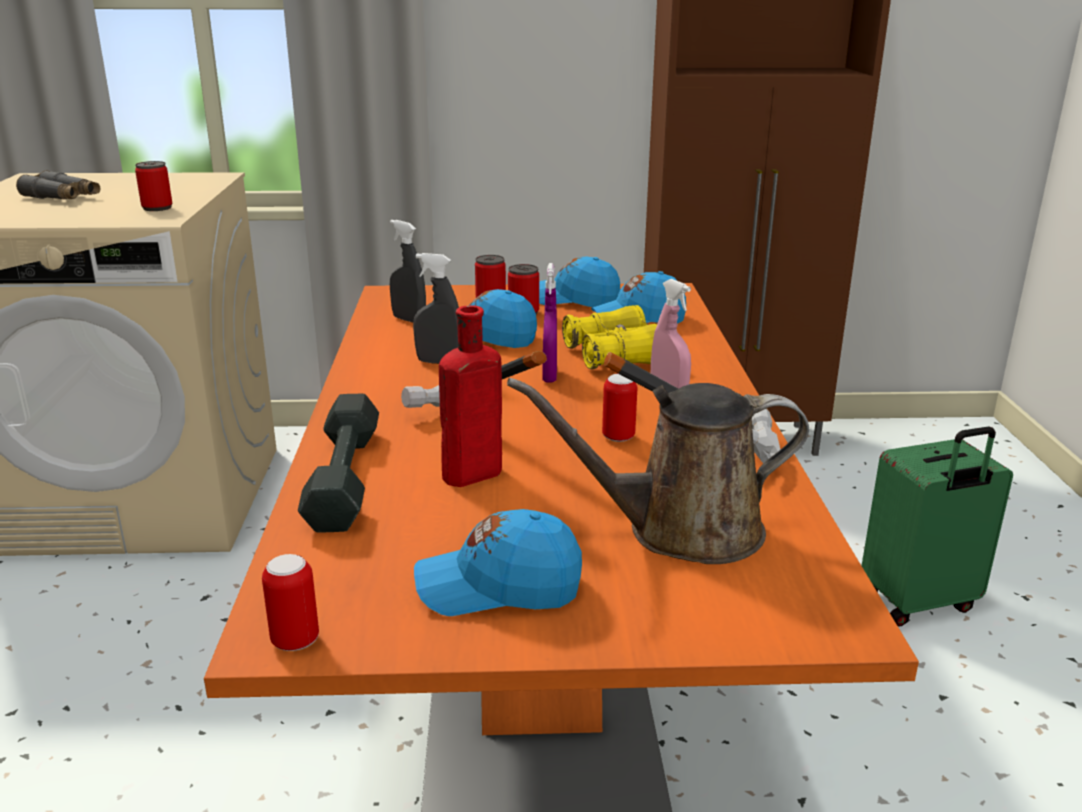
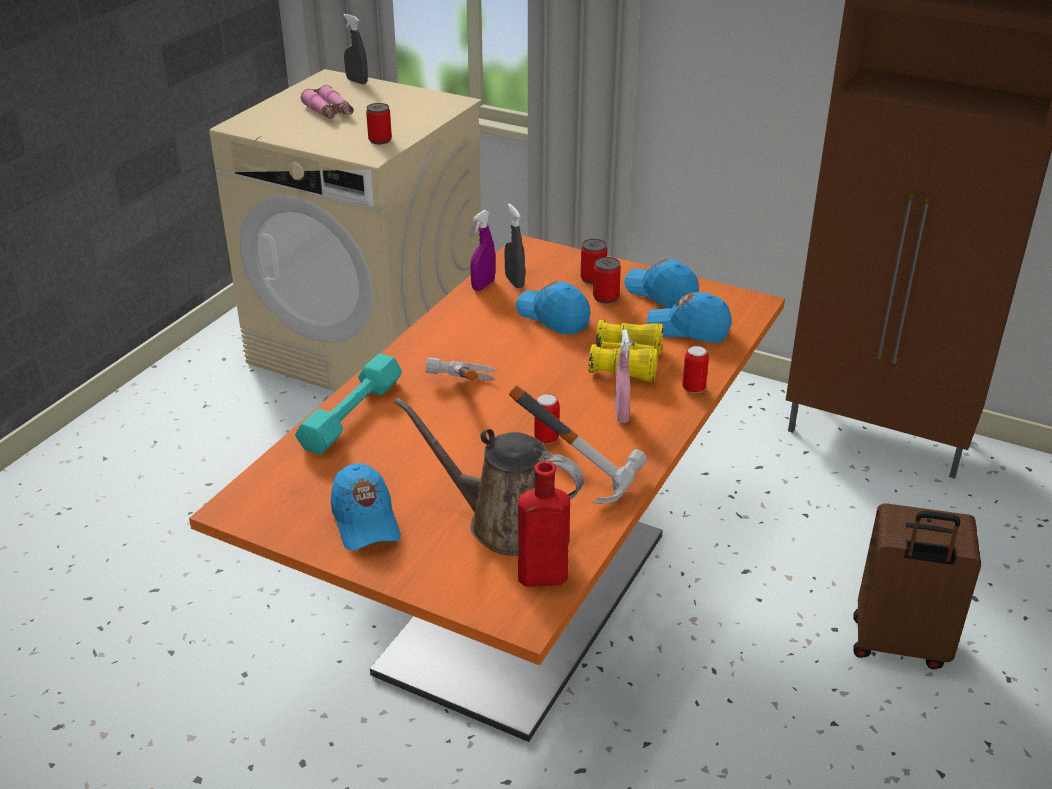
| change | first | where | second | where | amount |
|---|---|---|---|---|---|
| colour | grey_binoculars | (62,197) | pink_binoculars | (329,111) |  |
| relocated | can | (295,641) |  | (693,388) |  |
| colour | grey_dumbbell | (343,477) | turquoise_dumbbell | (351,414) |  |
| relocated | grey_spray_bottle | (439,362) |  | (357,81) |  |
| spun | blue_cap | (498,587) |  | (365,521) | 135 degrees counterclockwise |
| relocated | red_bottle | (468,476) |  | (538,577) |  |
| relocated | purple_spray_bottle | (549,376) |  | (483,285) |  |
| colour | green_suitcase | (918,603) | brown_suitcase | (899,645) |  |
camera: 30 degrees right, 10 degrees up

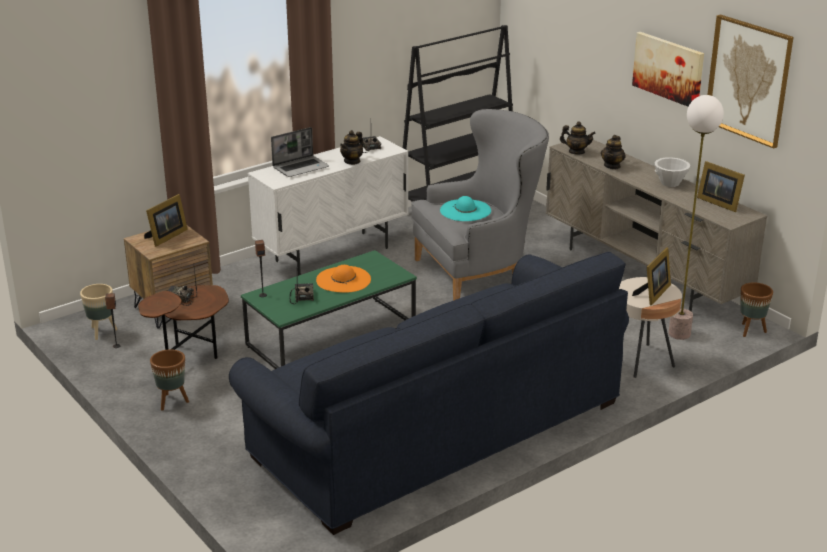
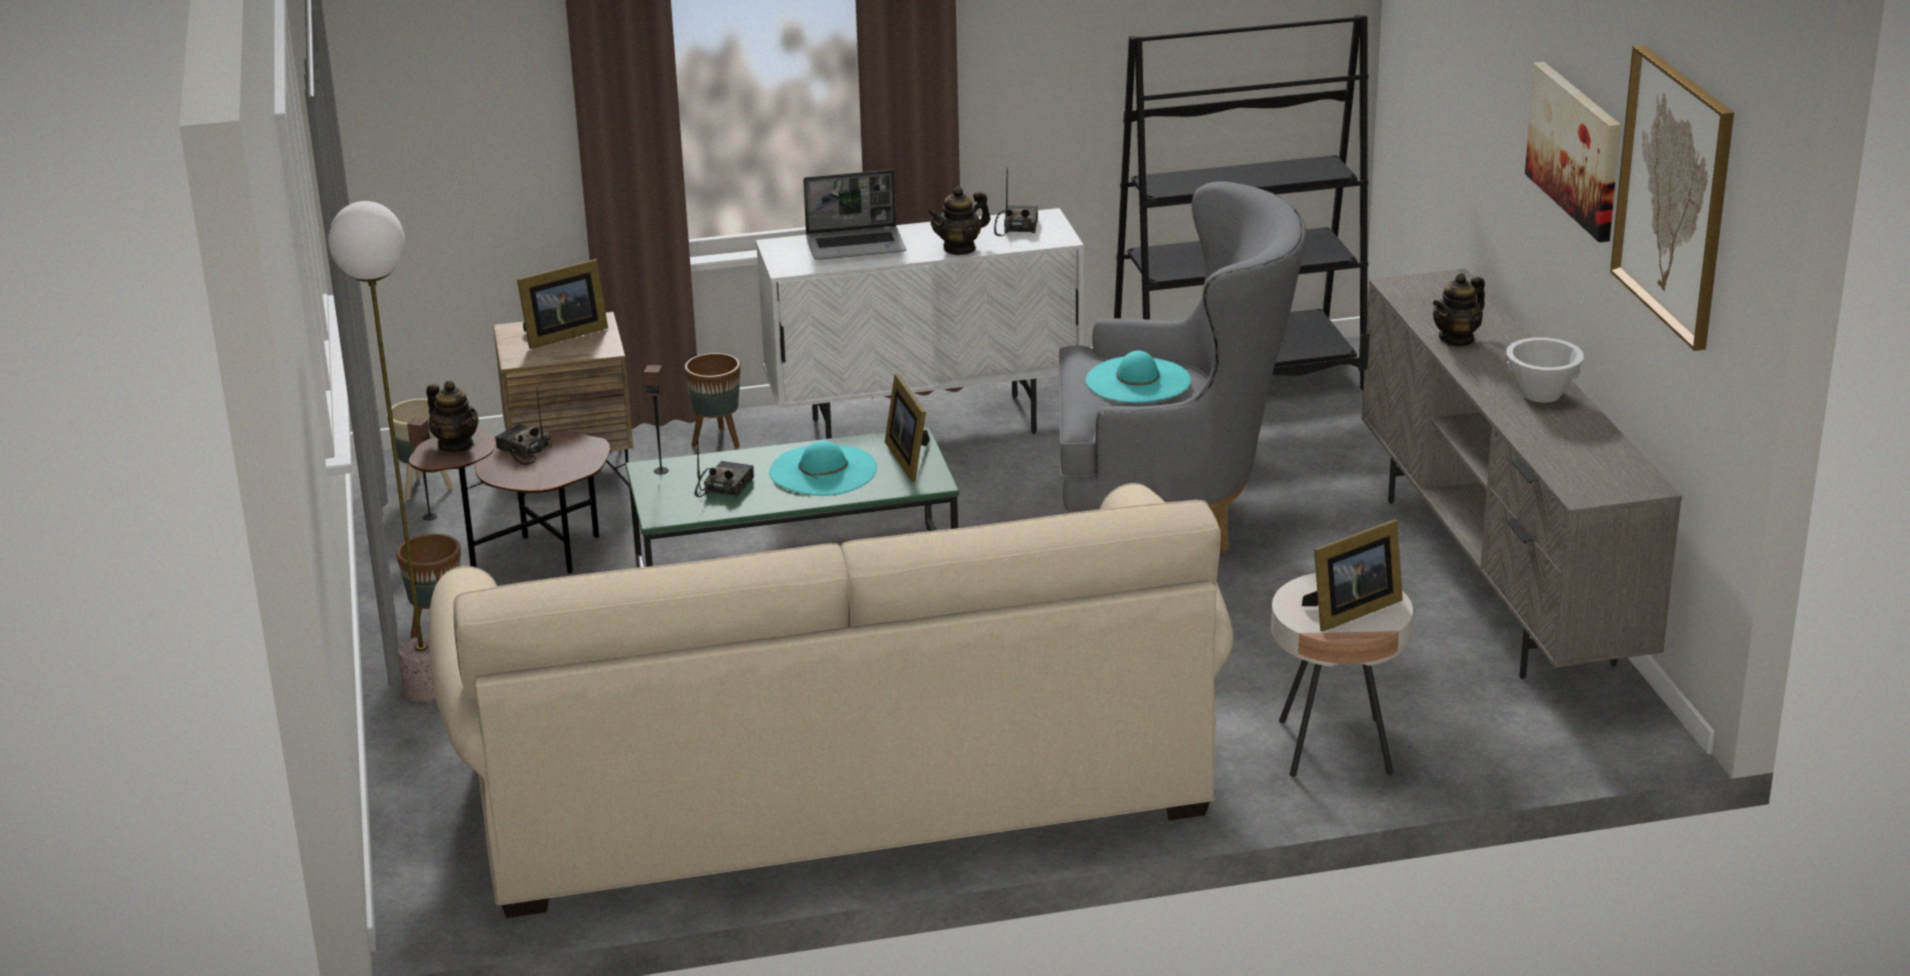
| change | first | where | second | where | amount |
|---|---|---|---|---|---|
| colour | blue_sofa | (437,429) | beige_sofa | (836,783) |  |
| colour | orange_hat | (343,279) | turquoise_hat | (823,470) |  |
| relocated | teapot | (576,152) |  | (456,445) |  |
| relocated | floor_lamp | (679,334) |  | (426,690) |  |
| relocated | picture_frame | (718,202) |  | (910,458) |  |
| relocated | brown_planter | (751,331) |  | (718,440) |  |
camera: 25 degrees right, 0 degrees up

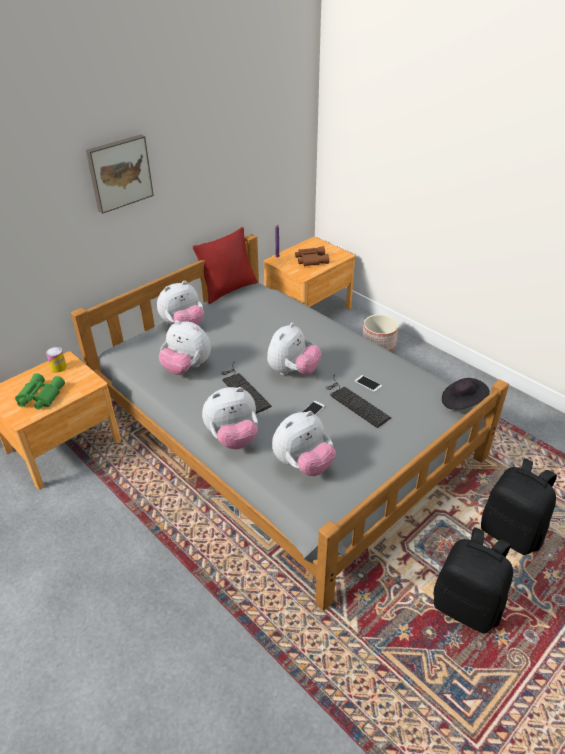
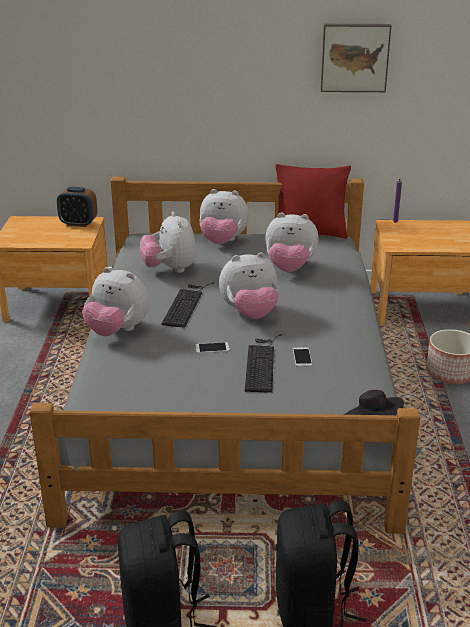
| change | first | where | second | where | amount |
|---|---|---|---|---|---|
| missing | green_binoculars | (39,396) |  |  |  |
| exchanged | can | (58,367) | alarm_clock | (78,223) |  |
| relocated | picture | (119,173) |  | (354,57) |  |
| relocated | plush_toy | (303,464) |  | (290,268) |  |
| missing | brown_binoculars | (310,260) |  |  |  |
camera: 45 degrees right, 10 degrees down

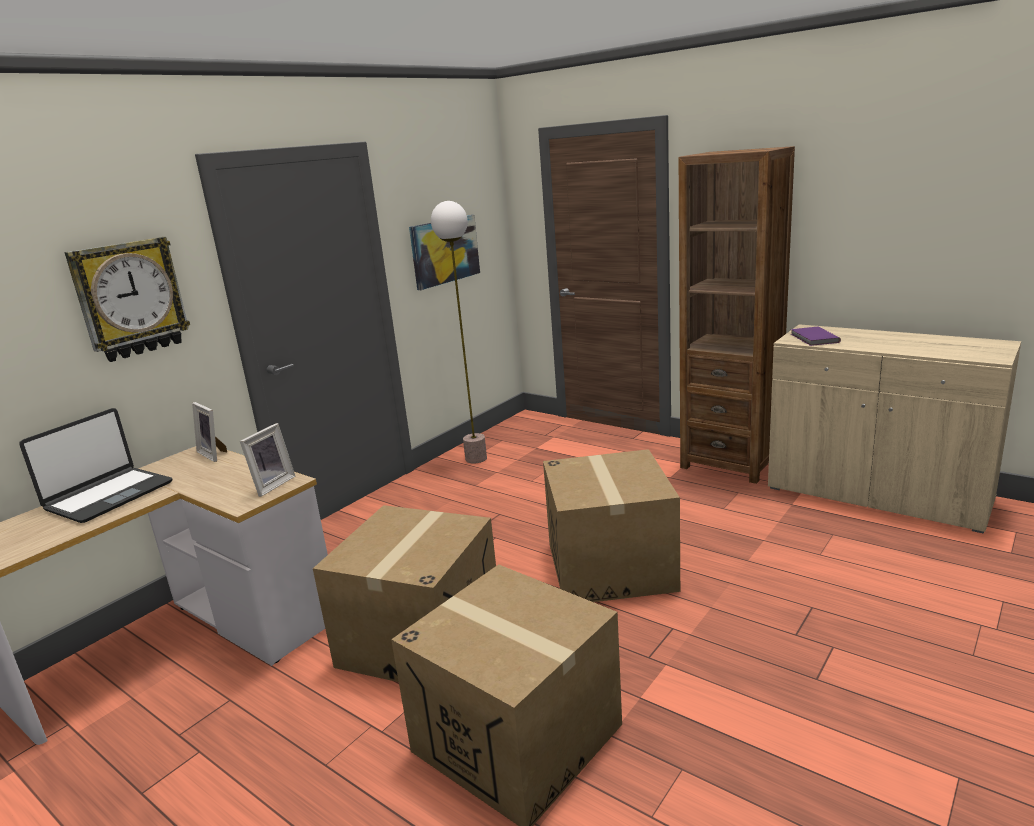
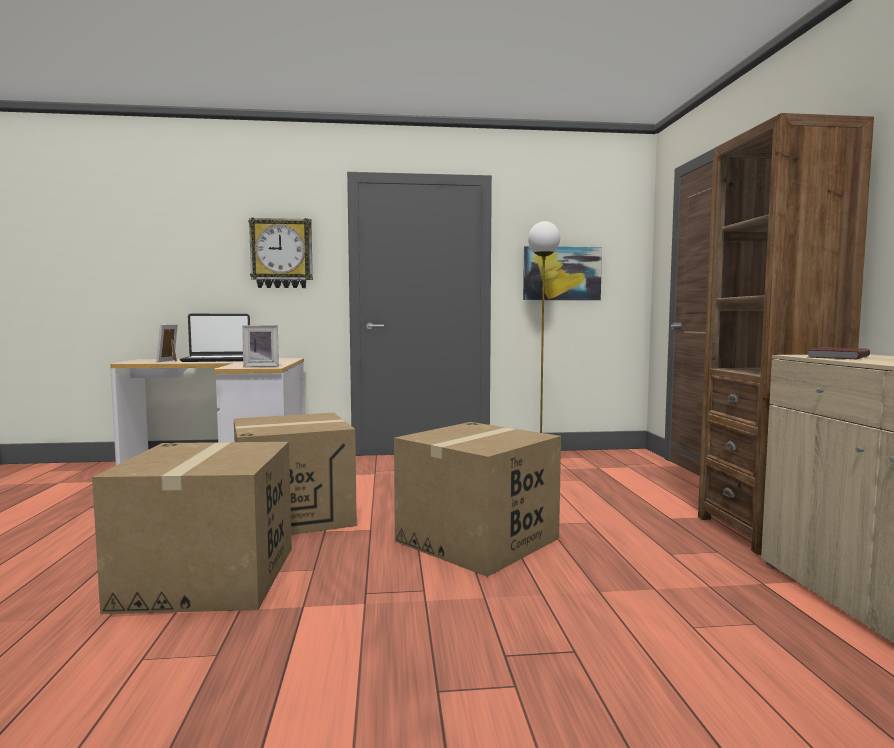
| change | first | where | second | where | amount |
|---|---|---|---|---|---|
| relocated | picture_frame | (214,454) |  | (171,361) |  |
| colour | purple_book | (813,338) | brown_book | (836,356) |  |
camera: 45 degrees right, 15 degrees down

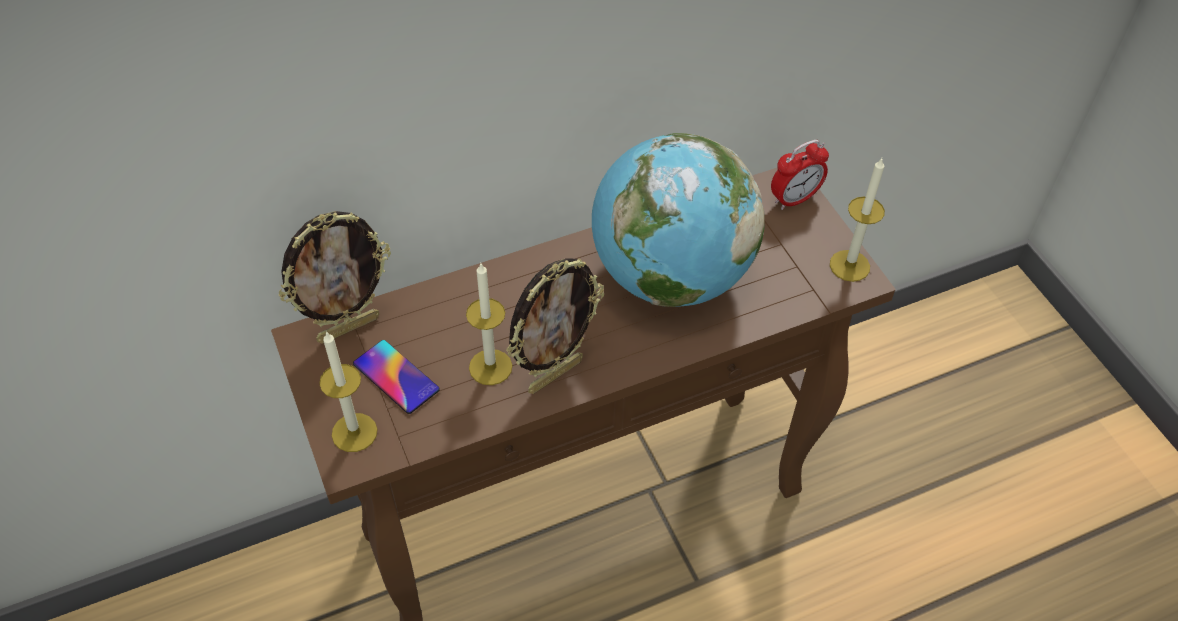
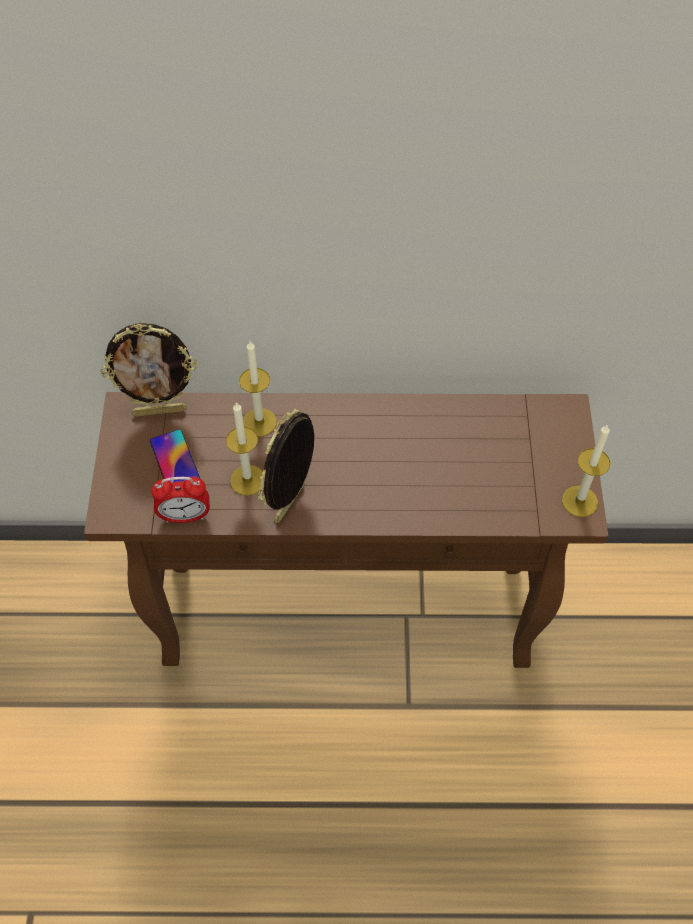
| change | first | where | second | where | amount |
|---|---|---|---|---|---|
| relocated | candle | (354,432) |  | (259,422) |  |
| spun | picture_frame | (554,374) |  | (292,504) | 135 degrees clockwise |
| missing | globe | (670,276) |  |  |  |
| relocated | alarm_clock | (794,199) |  | (185,516) |  |
camera: 25 degrees right, 5 degrees up

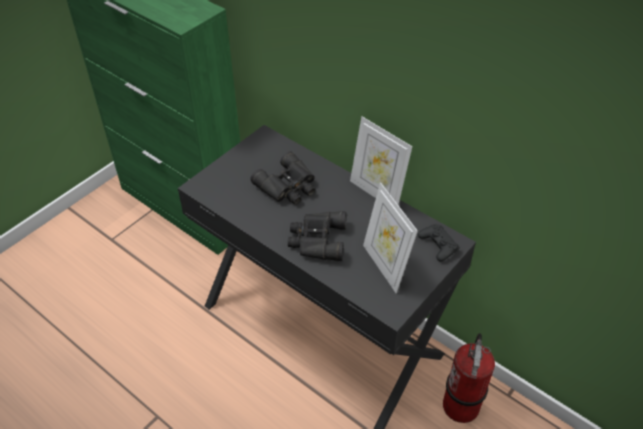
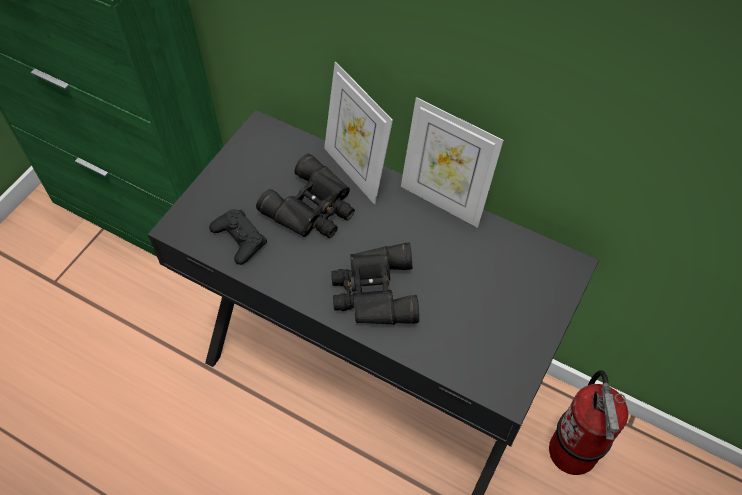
| change | first | where | second | where | amount |
|---|---|---|---|---|---|
| relocated | picture_frame | (385,266) |  | (356,171) |  |
| relocated | black_game_controller | (438,245) |  | (239,239) |  |
camera: 10 degrees left, 10 degrees up

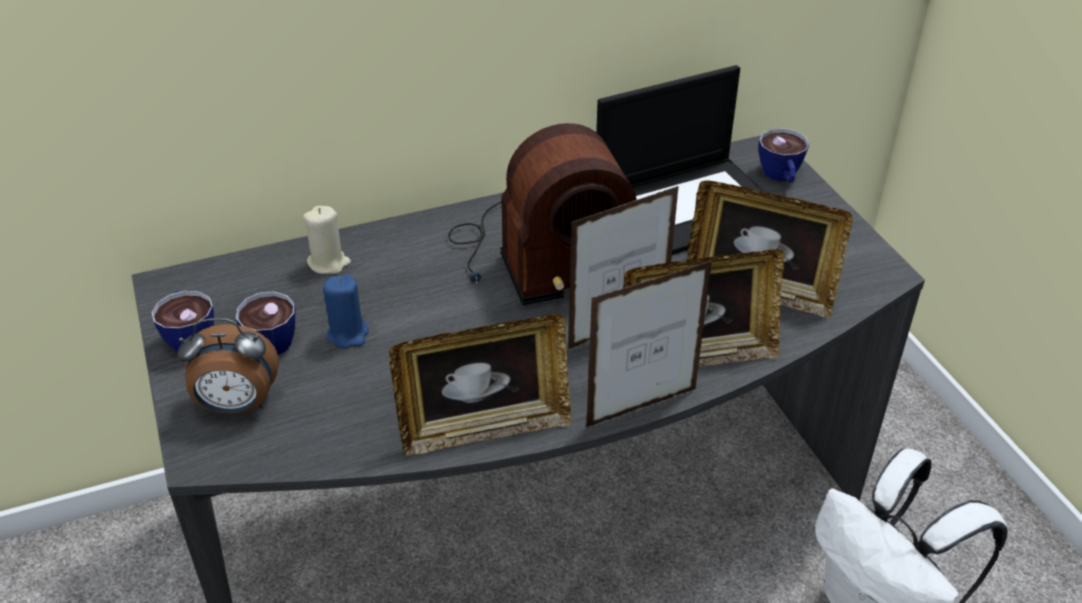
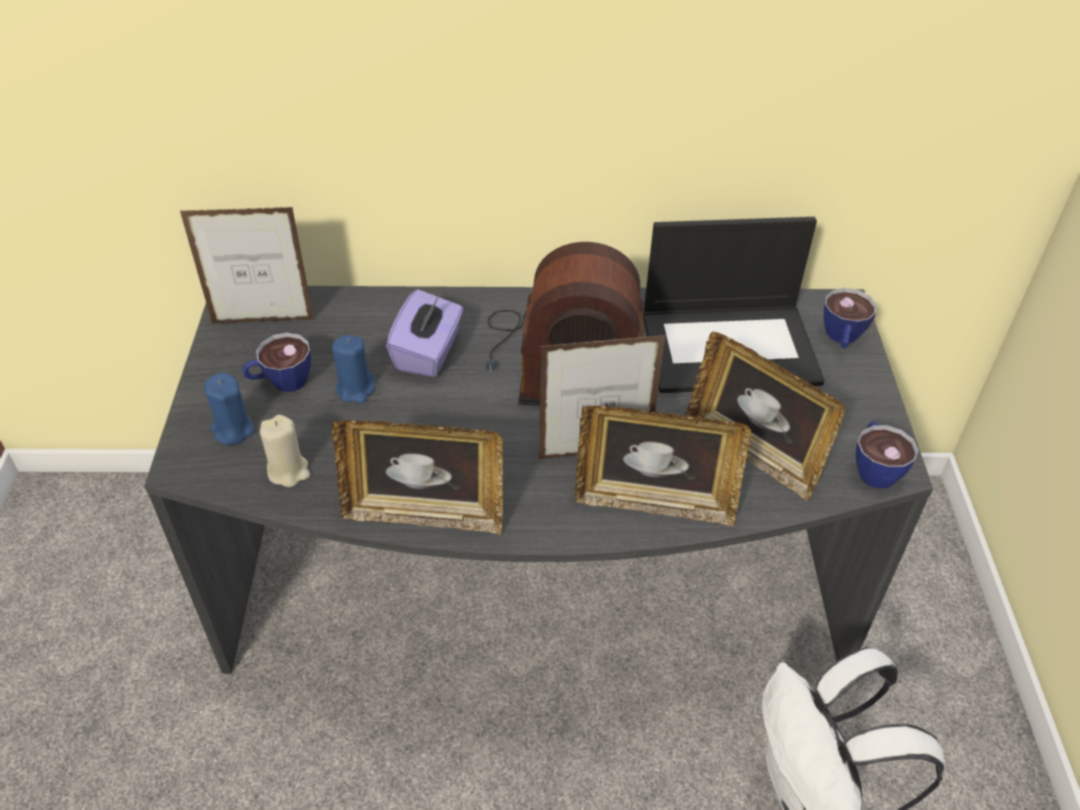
| change | first | where | second | where | amount |
|---|---|---|---|---|---|
| relocated | cup | (189,336) |  | (874,467) |  |
| exchanged | alarm_clock | (237,406) | blue_candle | (233,430) |  |
| relocated | beige_candle | (328,263) |  | (288,471) |  |
| relocated | picture_frame | (642,408) |  | (263,321) |  |
| appeared |  |  | purple_tissue_box | (428,353) |  |
camera: 20 degrees right, 5 degrees up

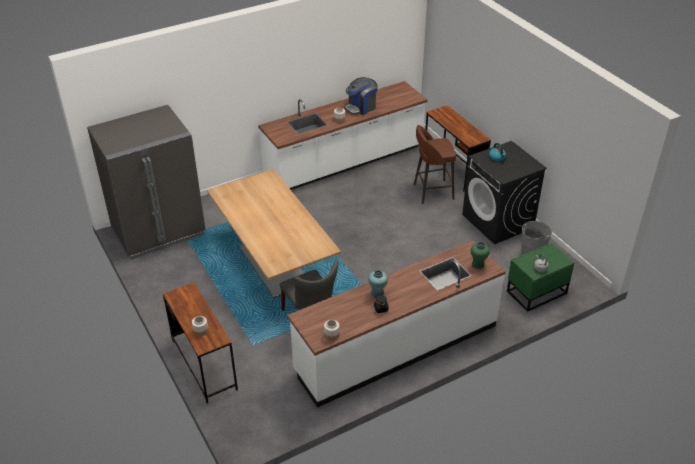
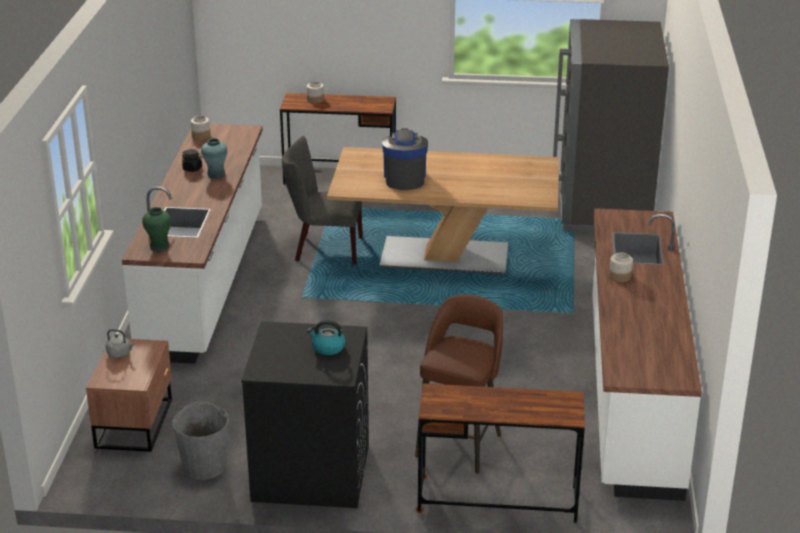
| change | first | where | second | where | amount |
|---|---|---|---|---|---|
| relocated | coffee_machine | (361,107) |  | (404,178) |  |
| colour | green_nightstand | (535,292) | brown_nightstand | (136,423) |  |
camera: 125 degrees right, 10 degrees down

